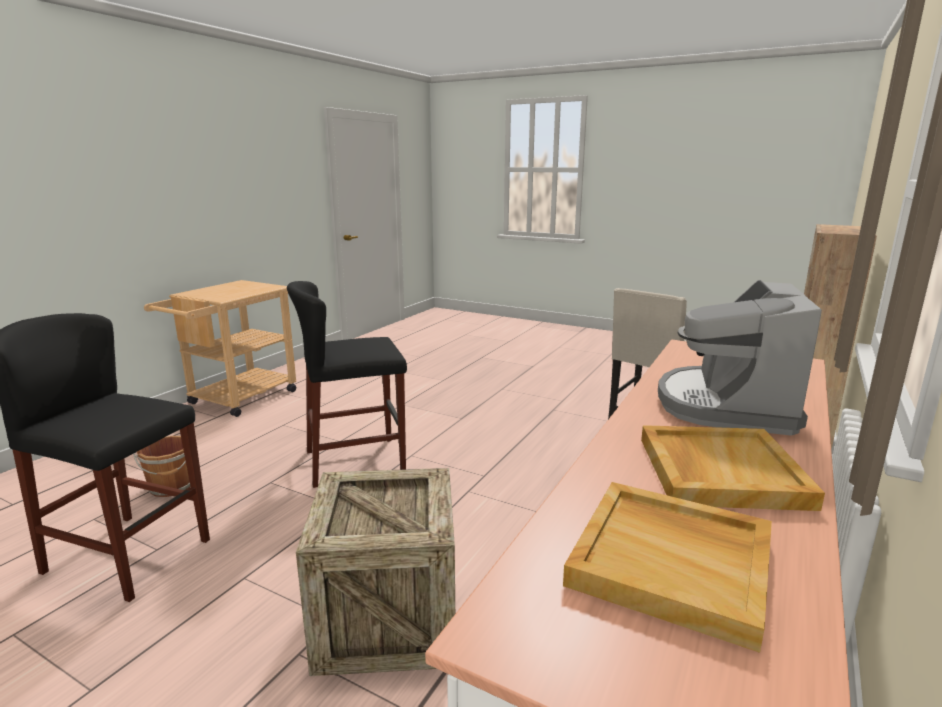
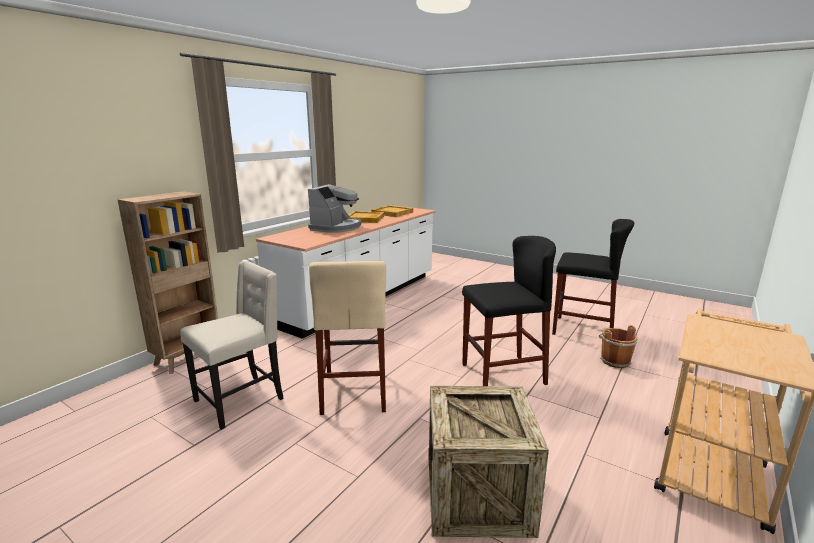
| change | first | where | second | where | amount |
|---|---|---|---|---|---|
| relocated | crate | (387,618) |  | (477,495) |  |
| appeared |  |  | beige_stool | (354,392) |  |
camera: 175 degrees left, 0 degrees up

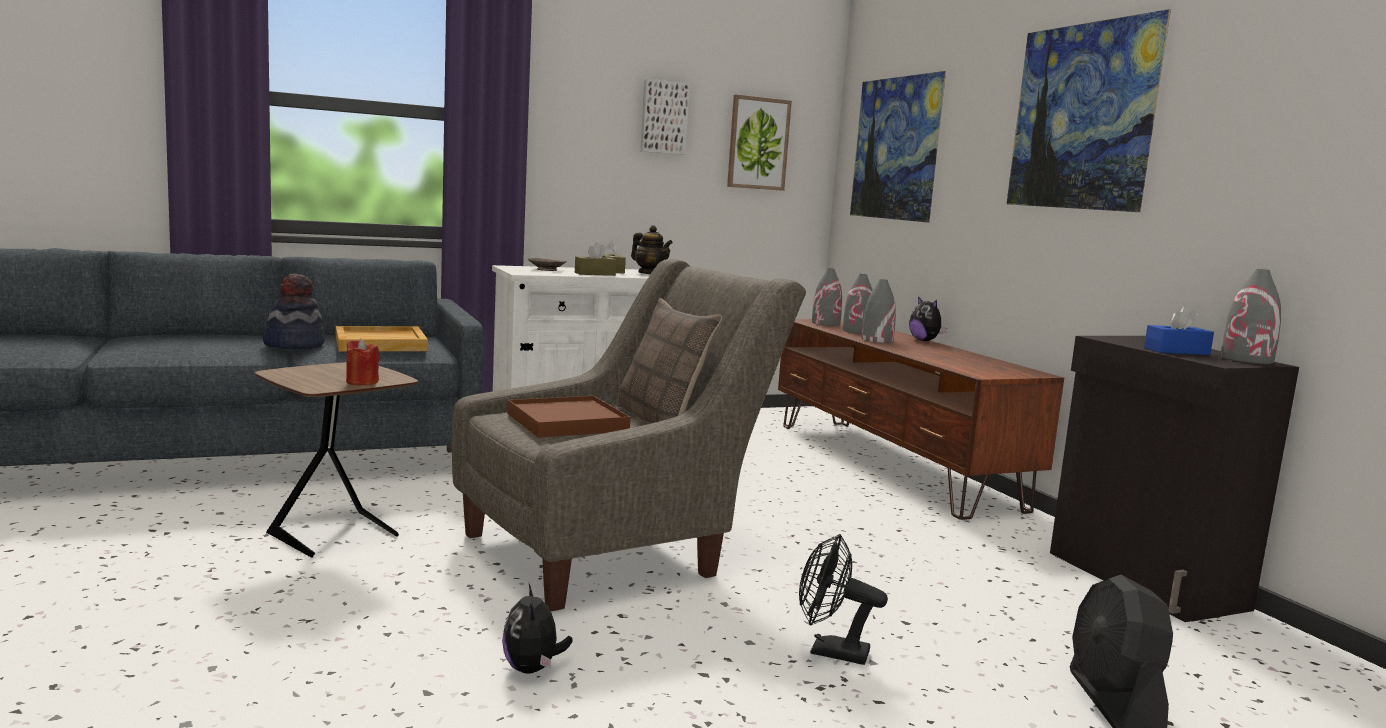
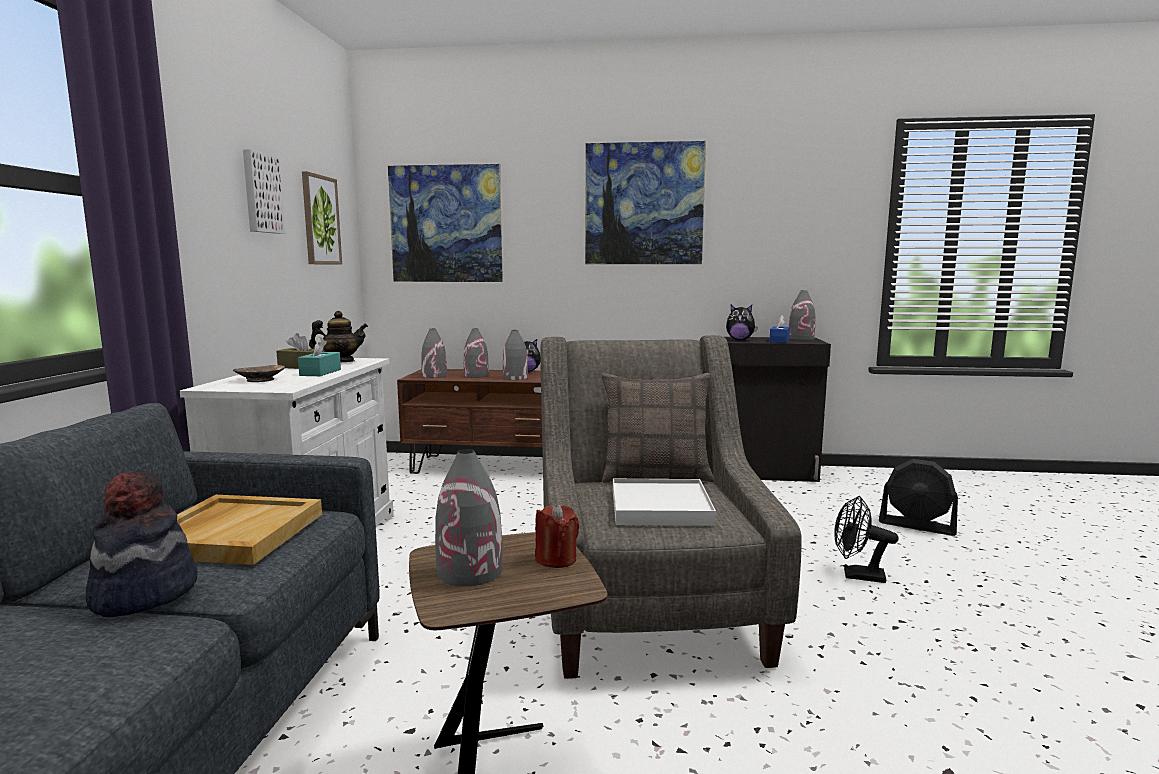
| change | first | where | second | where | amount |
|---|---|---|---|---|---|
| relocated | plush_toy | (533,669) |  | (740,340) |  |
| colour | brown_tray | (567,422) | white_tray | (660,507) |  |
| colour | brown_tissue_box | (595,274) | turquoise_tissue_box | (320,372) |  |
| spun | black_fan | (829,651) |  | (857,576) | 60 degrees clockwise |
| appeared |  |  | grey_vase | (470,571) |  |
camera: 60 degrees left, 0 degrees up

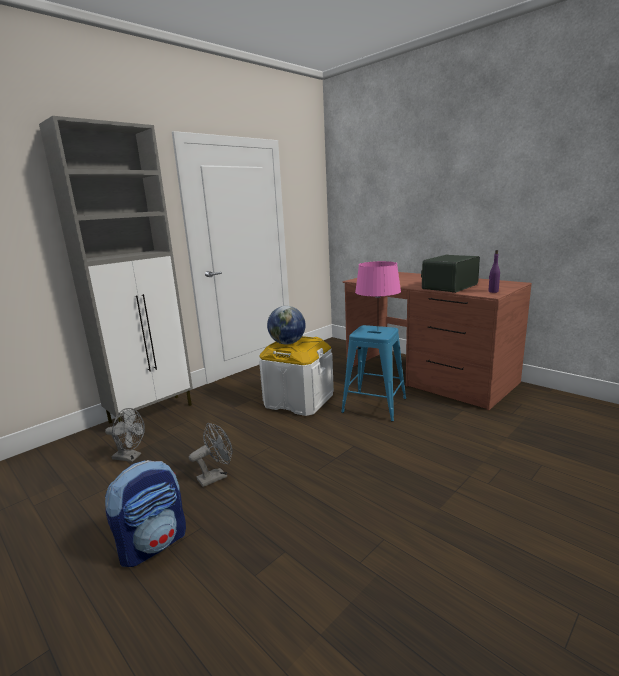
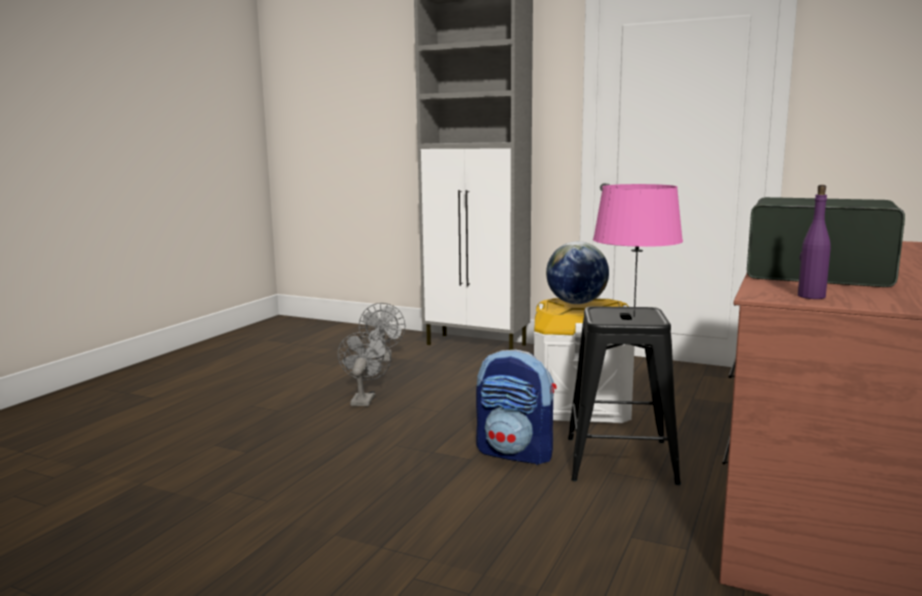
| change | first | where | second | where | amount |
|---|---|---|---|---|---|
| relocated | backpack | (154,544) |  | (516,453) |  |
| spun | grey_fan | (216,476) |  | (363,399) | 120 degrees counterclockwise |
| colour | blue_stool | (375,405) | black_stool | (620,460) |  |
camera: 70 degrees right, 5 degrees down

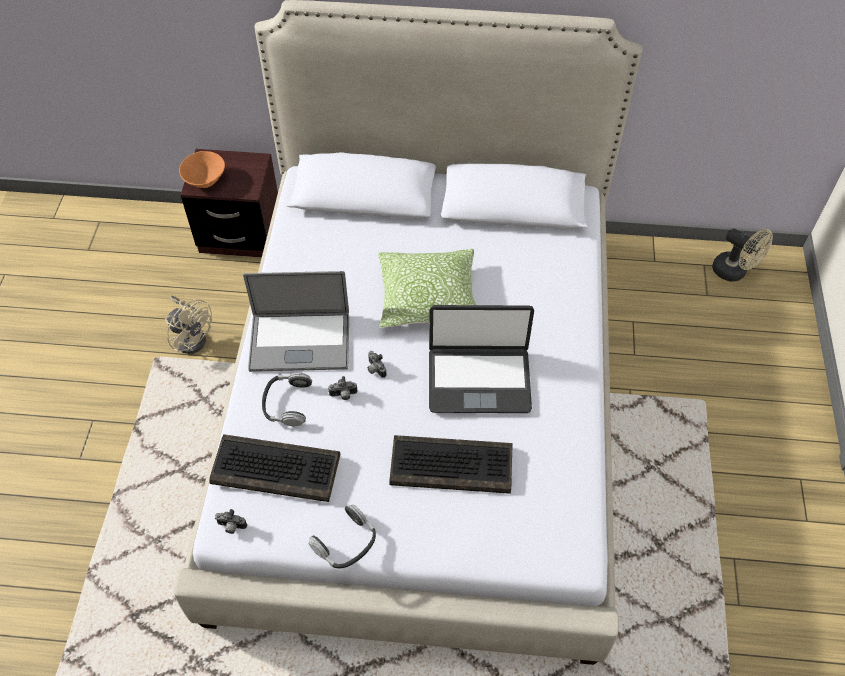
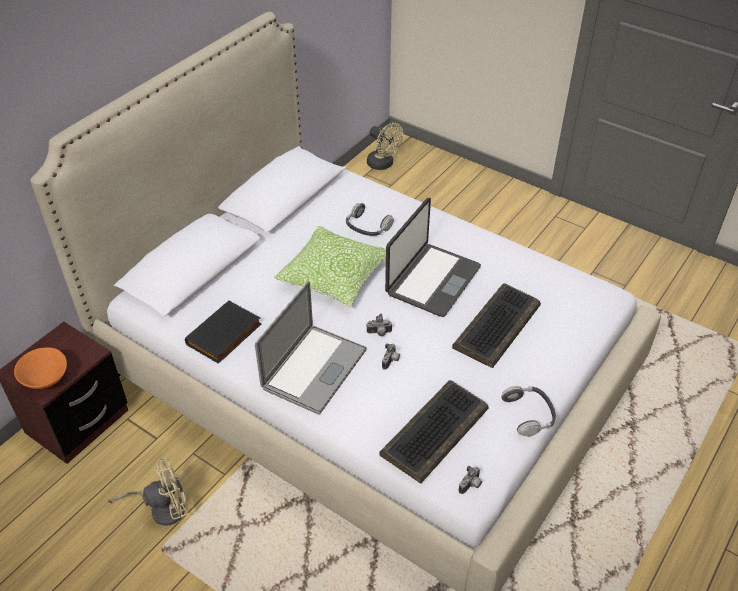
| change | first | where | second | where | amount |
|---|---|---|---|---|---|
| relocated | headphones | (287,403) |  | (367,226) |  |
| spun | beige_fan | (734,272) |  | (383,164) | 60 degrees clockwise |
| appeared |  |  | black_book | (225,335) |  |
camera: 60 degrees left, 10 degrees down

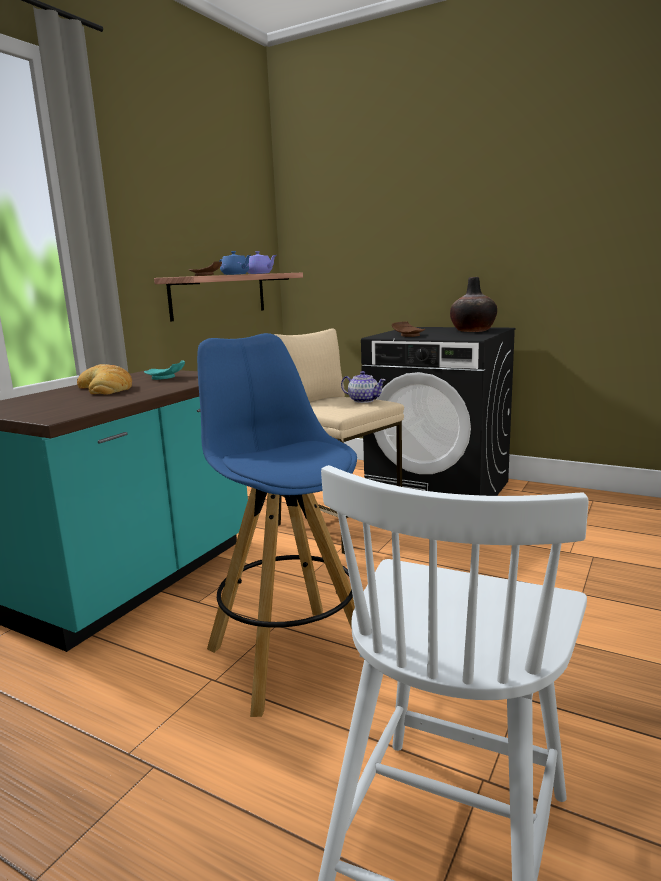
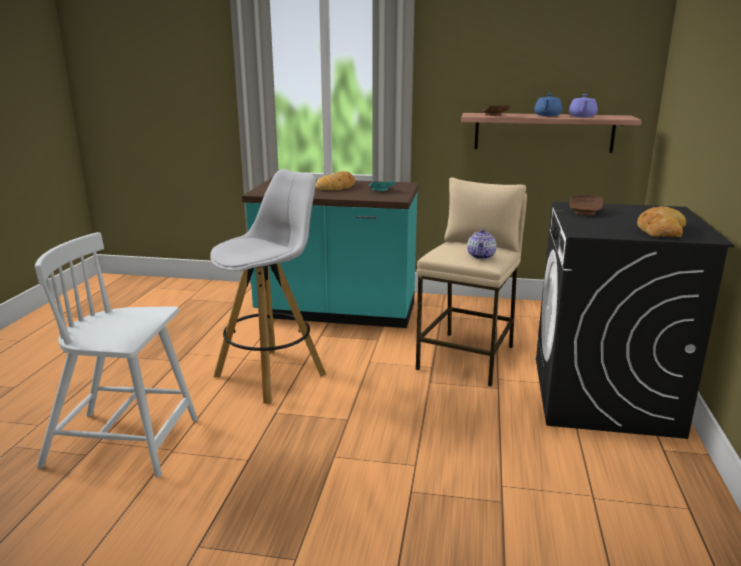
| change | first | where | second | where | amount |
|---|---|---|---|---|---|
| colour | blue_stool | (289,656) | white_stool | (271,374) |  |
| exchanged | vase | (473,331) | bread | (660,230) |  |
camera: 70 degrees right, 5 degrees up

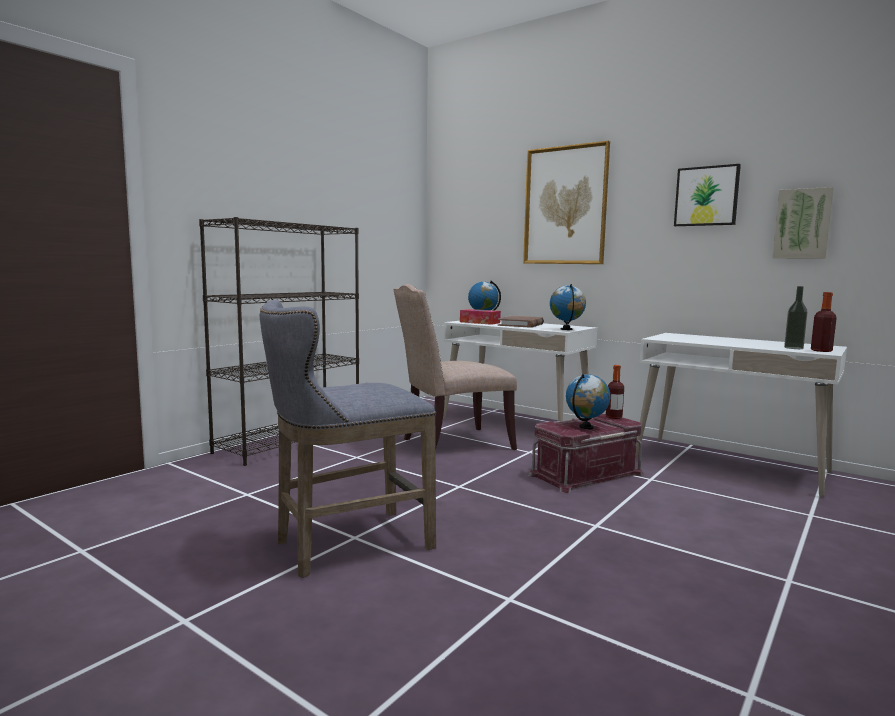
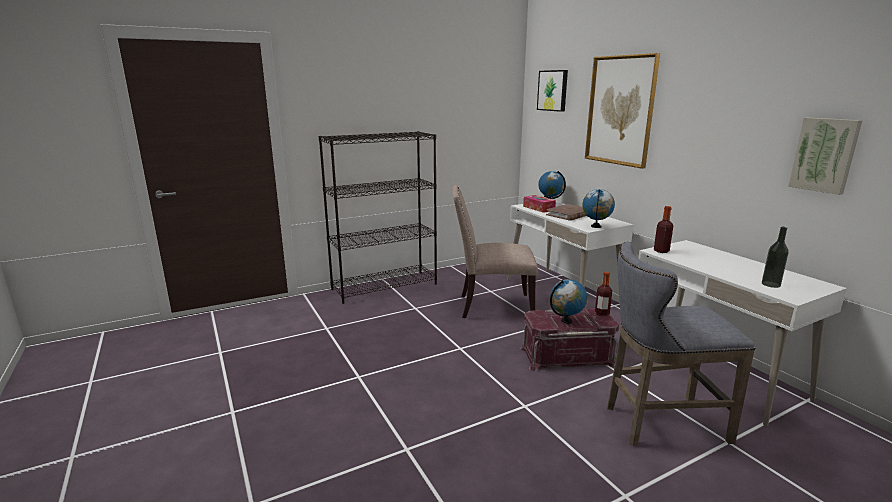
| change | first | where | second | where | amount |
|---|---|---|---|---|---|
| relocated | grey_stool | (345,545) |  | (658,422) |  |
| relocated | picture | (706,196) |  | (553,90) |  |
| relocated | bottle | (821,351) |  | (661,251) |  |
camera: 25 degrees right, 10 degrees up

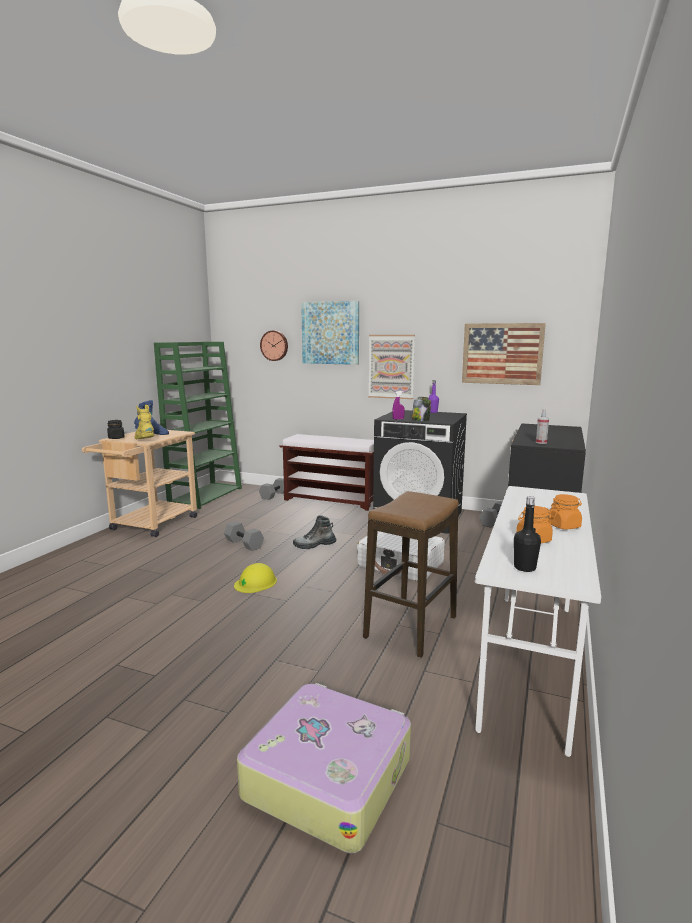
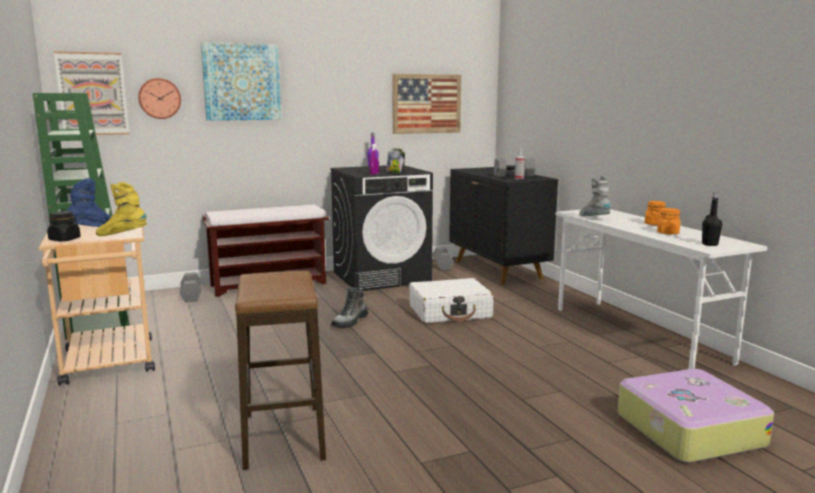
| change | first | where | second | where | amount |
|---|---|---|---|---|---|
| relocated | grey_dumbbell | (243,544) |  | (513,176) |  |
| missing | yellow_hard_hat | (256,582) |  |  |  |
| relocated | stool | (411,627) |  | (283,436) |  |
| relocated | picture | (391,366) |  | (92,94) |  |
| appeared |  |  | grey_boot | (594,218) |  |
camera: 45 degrees left, 0 degrees up

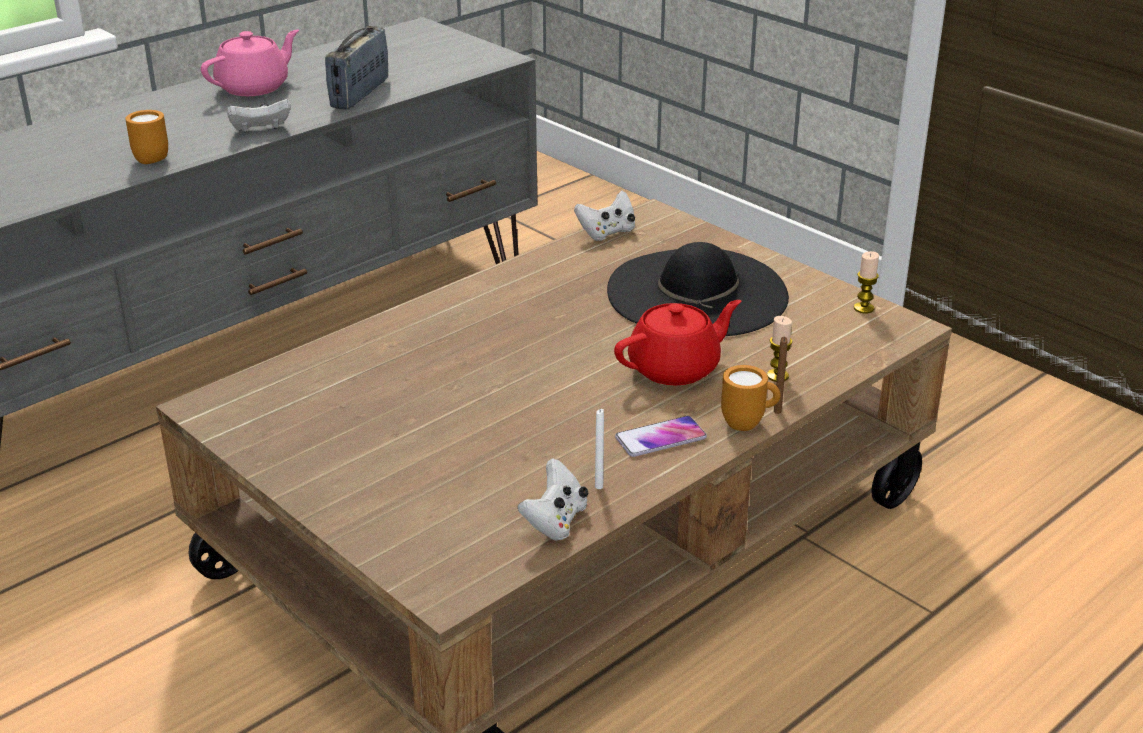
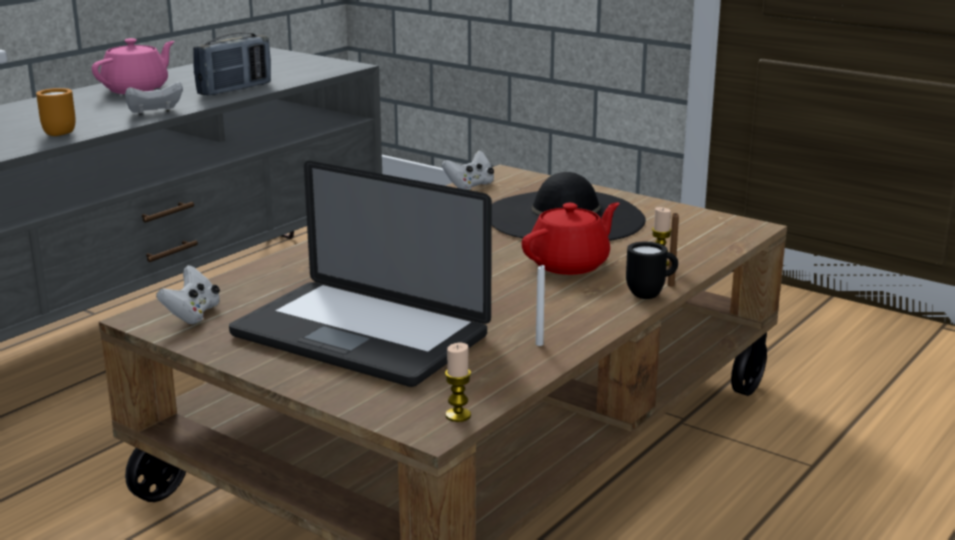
| change | first | where | second | where | amount |
|---|---|---|---|---|---|
| spun | radio | (359,94) |  | (235,89) | 150 degrees counterclockwise |
| relocated | white_game_controller | (555,521) |  | (192,315) |  |
| missing | phone | (660,438) |  |  |  |
| colour | orange_mug | (748,424) | black_mug | (650,295) |  |
| relocated | candle | (863,308) |  | (458,415) |  |
| appeared |  |  | laptop | (359,336) |  |
camera: 10 degrees left, 10 degrees down

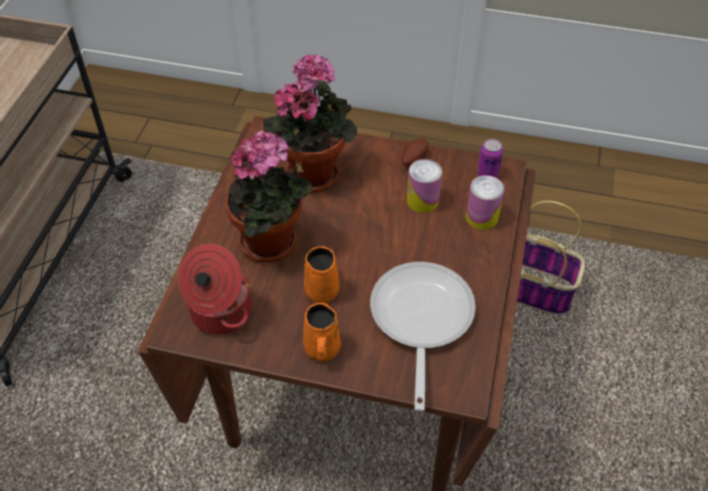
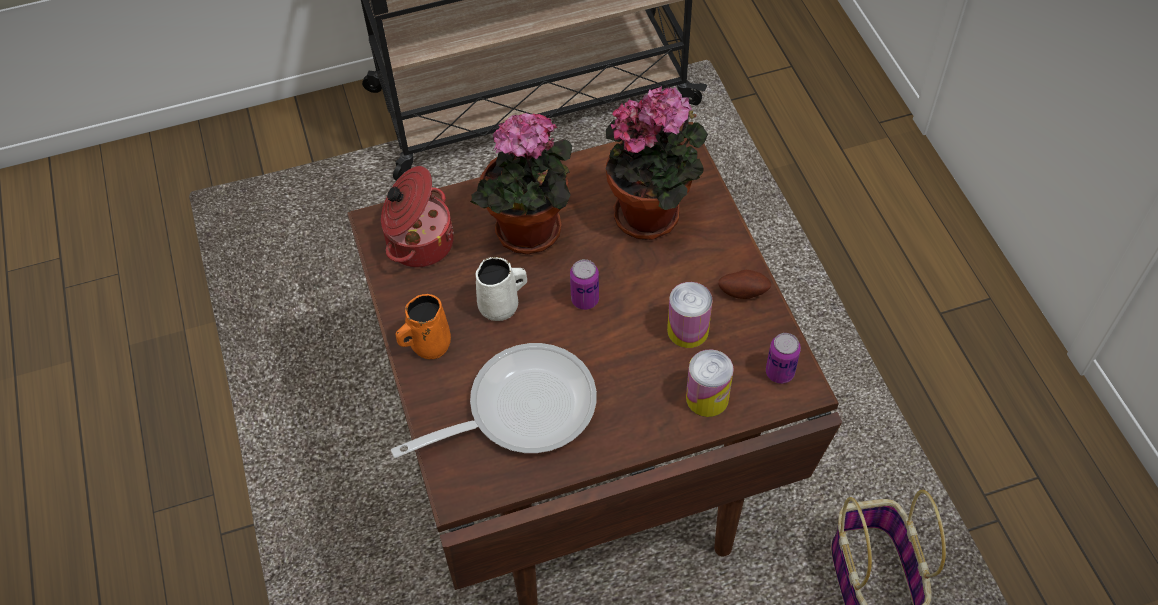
| change | first | where | second | where | amount |
|---|---|---|---|---|---|
| colour | orange_mug | (322,290) | white_mug | (501,306) |  |
| appeared |  |  | can | (585,300) |  |
camera: 60 degrees right, 5 degrees up

